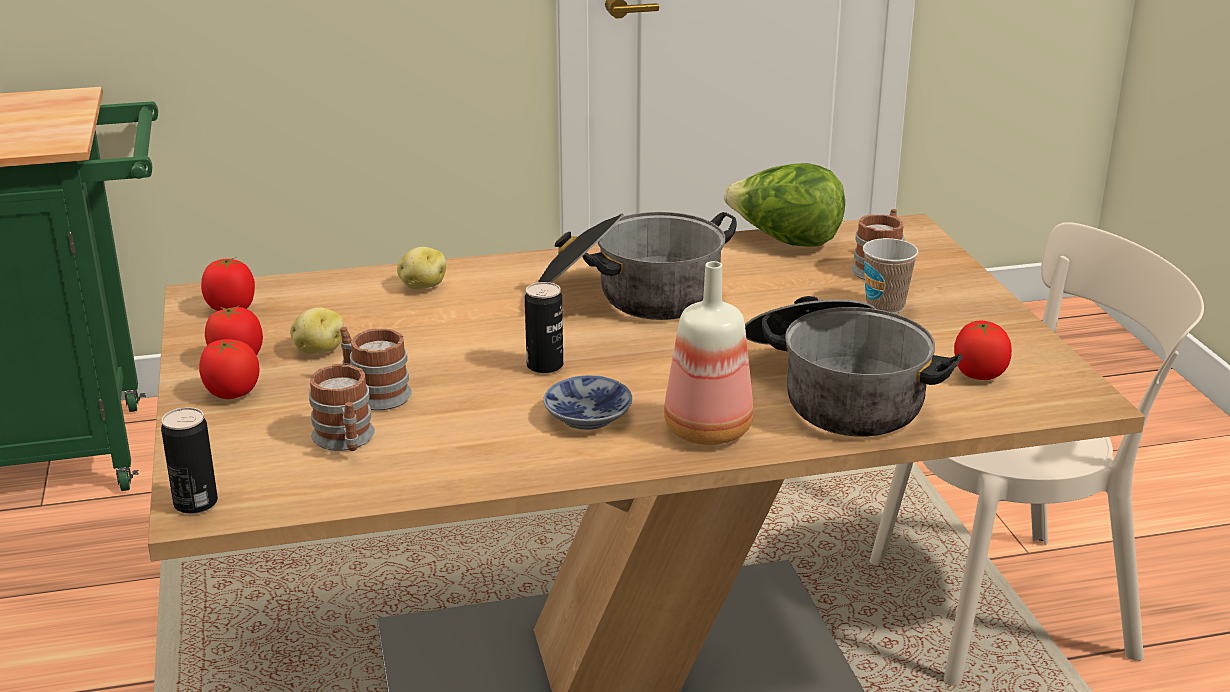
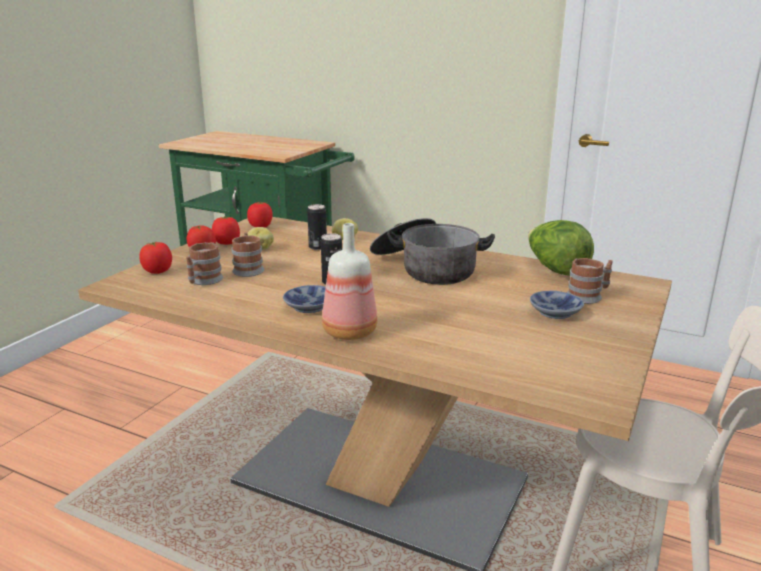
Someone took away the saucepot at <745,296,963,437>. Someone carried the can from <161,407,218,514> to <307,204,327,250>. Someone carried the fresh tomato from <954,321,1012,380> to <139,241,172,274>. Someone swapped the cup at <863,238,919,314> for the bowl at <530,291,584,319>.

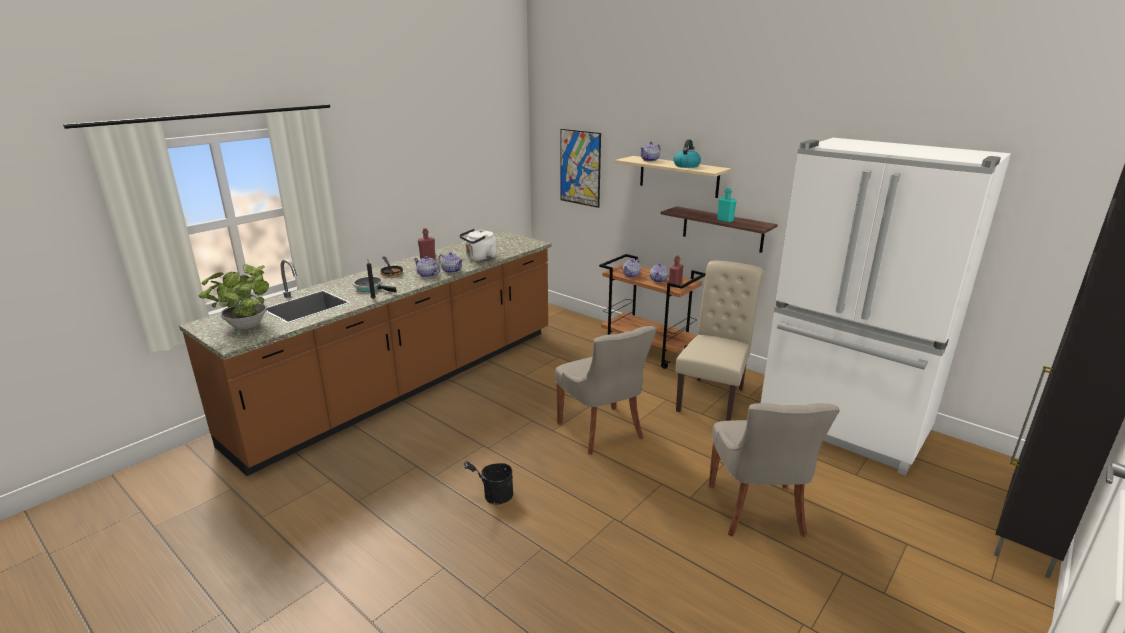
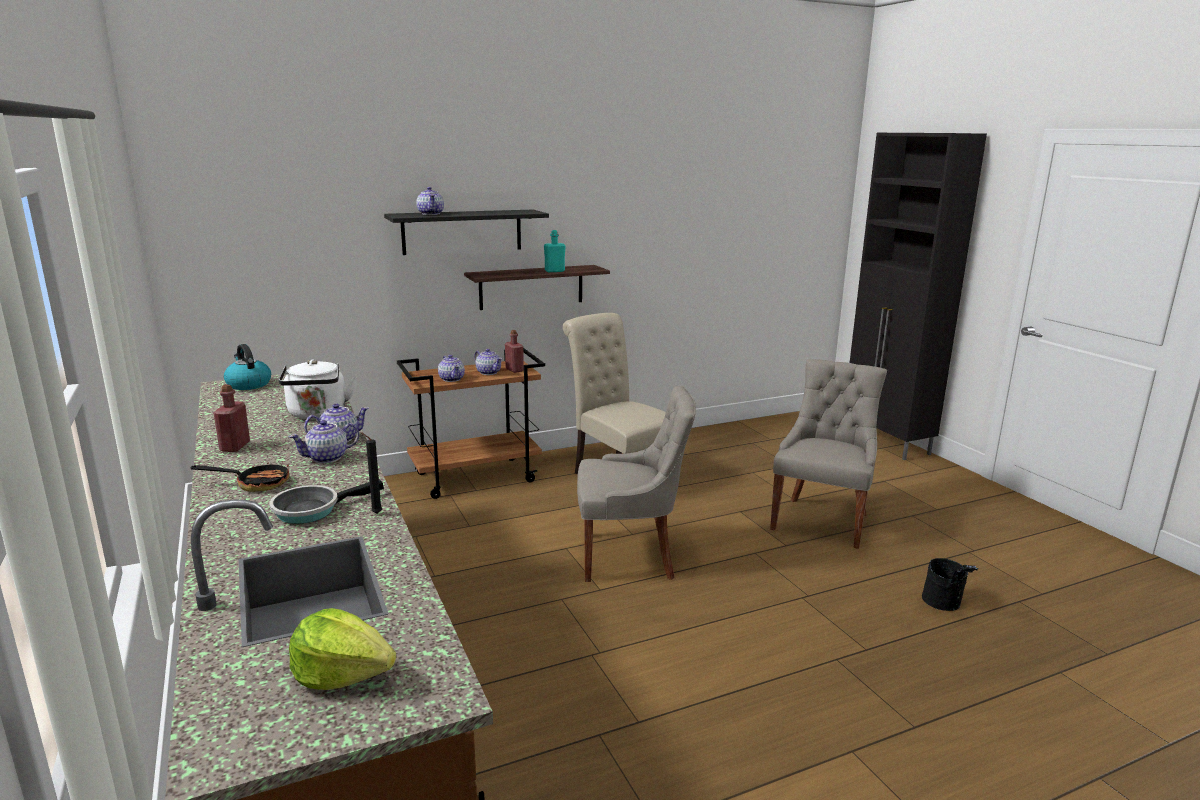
Someone took away the picture at <560,129,601,208>. Someone took away the white-coloured fridge at <761,138,1011,475>. Someone carried the black-coloured pail from <463,461,513,505> to <922,558,978,611>. Someone carried the water kettle from <673,139,701,168> to <224,344,271,390>. Someone swapped the plant in a pot at <199,265,269,329> for the head of lettuce at <289,608,396,690>. Someone repainted the beige shelf at <615,156,732,198>, which became the black-coloured shelf at <384,210,549,255>. Someone rotated the gray chair at <709,403,840,537> by 90 degrees counterclockwise.

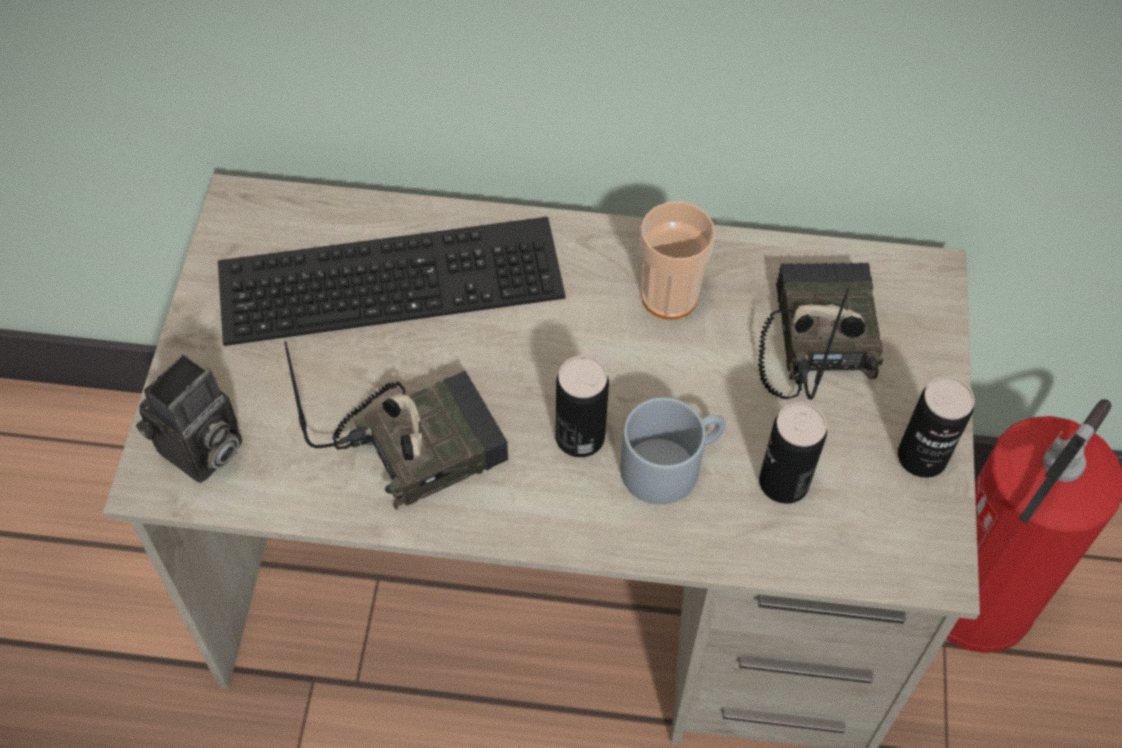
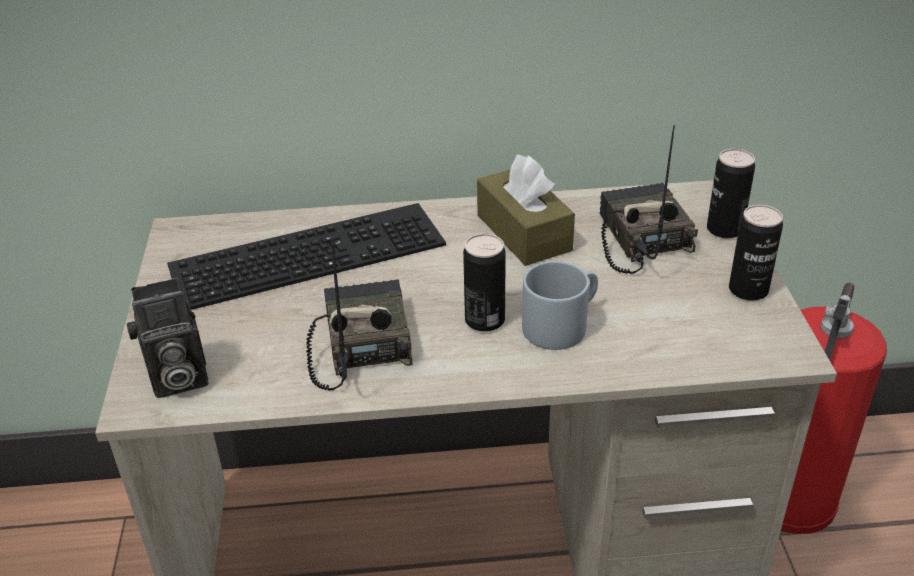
Someone carried the can from <759,402,827,504> to <707,149,755,239>. Someone swapped the cup at <640,202,716,320> for the brownish box of tissues at <477,155,575,266>. Someone rotated the still camera at <136,355,242,483> by 45 degrees clockwise. Someone rotated the radio receiver at <284,341,508,510> by 60 degrees counterclockwise.

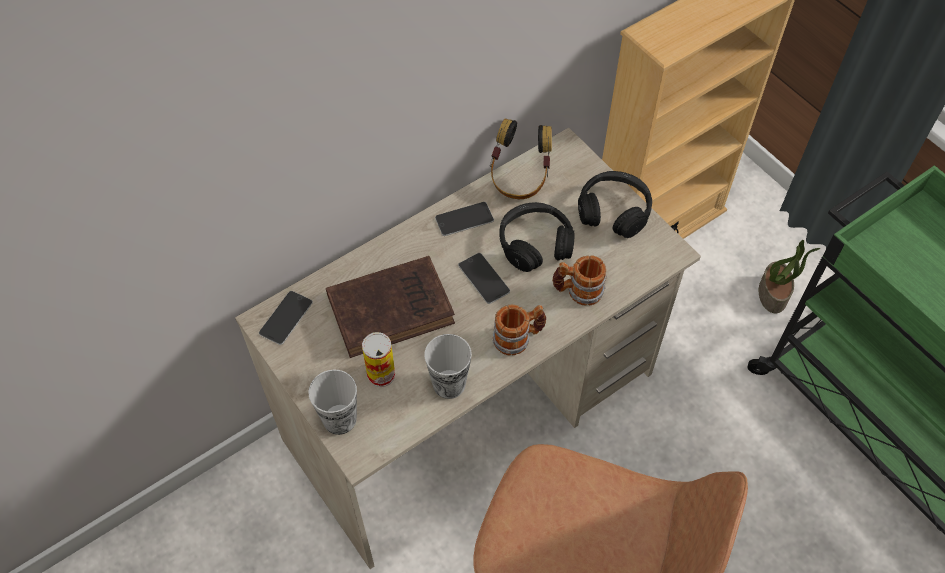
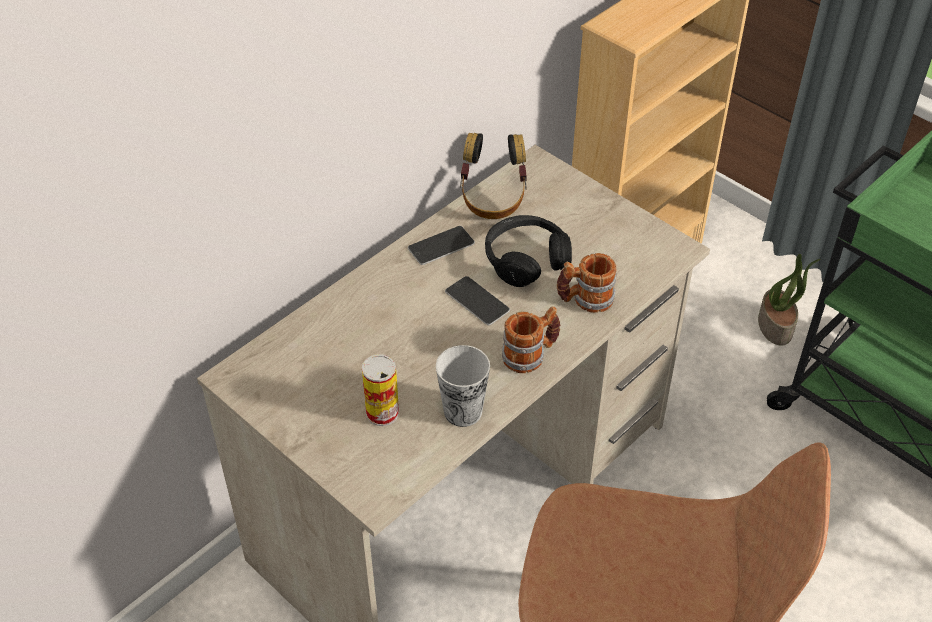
Someone took away the telephone at <259,291,313,345>. Someone took away the cup at <308,370,357,435>. Someone took away the brownish bound book at <326,256,455,358>. Someone took away the black-coloured headphones at <578,171,652,238>.

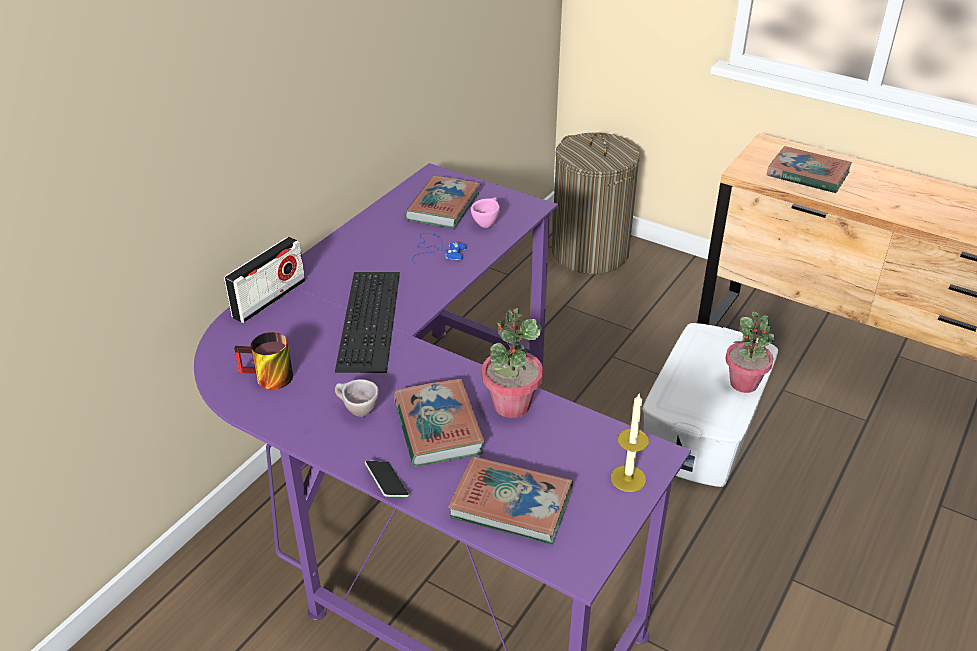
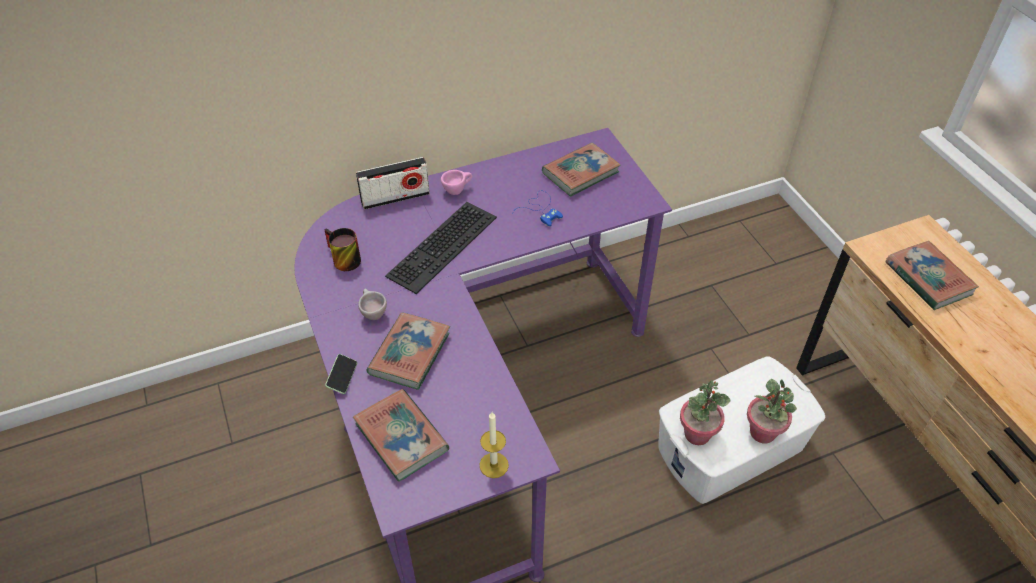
Someone took away the hamper at <552,132,640,274>. Someone carried the pink cup from <471,197,500,228> to <441,170,472,195>. Someone carried the plant in a pot from <482,308,543,418> to <680,380,731,445>.

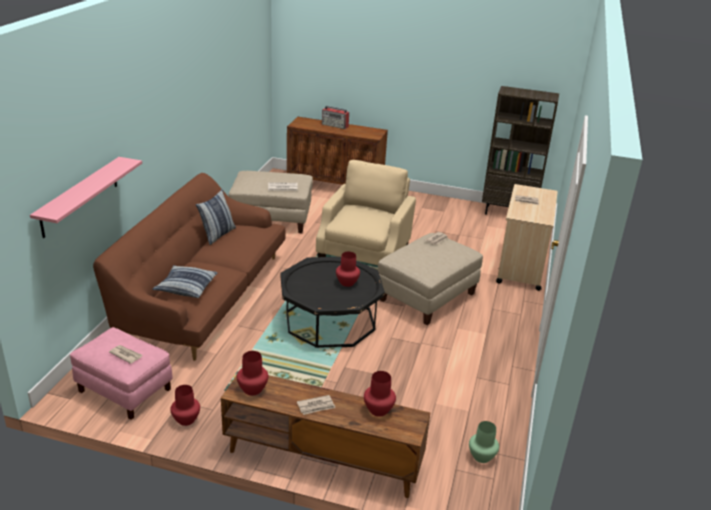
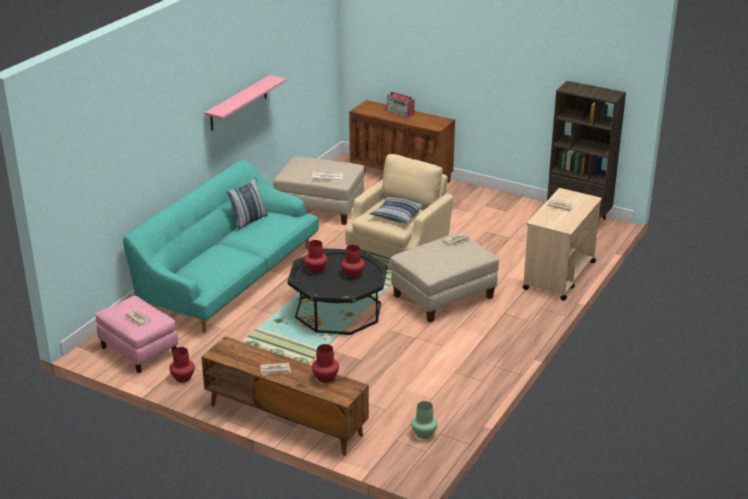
Someone carried the pink shelf from <30,157,142,238> to <205,75,286,131>. Someone carried the pillow from <152,265,217,298> to <370,197,424,223>. Someone carried the reddish decorative vase from <237,351,268,396> to <304,240,327,273>. Someone repainted the brownish couch at <93,173,285,361>, which became the turquoise couch at <123,159,319,333>.

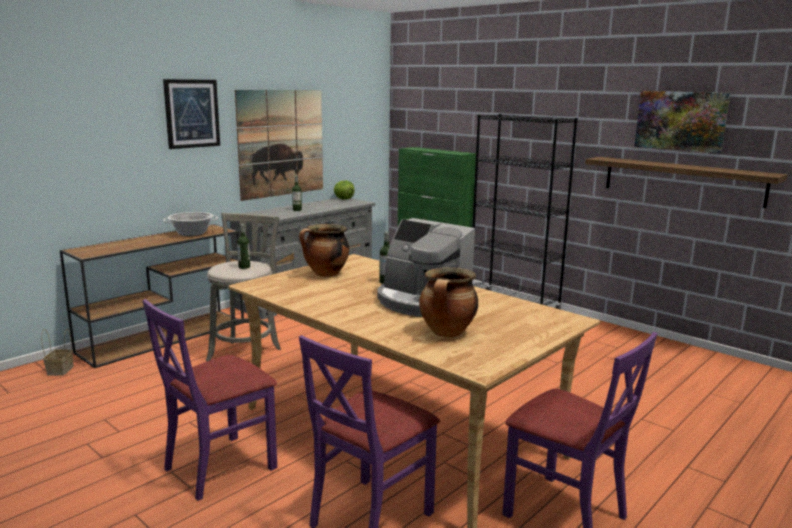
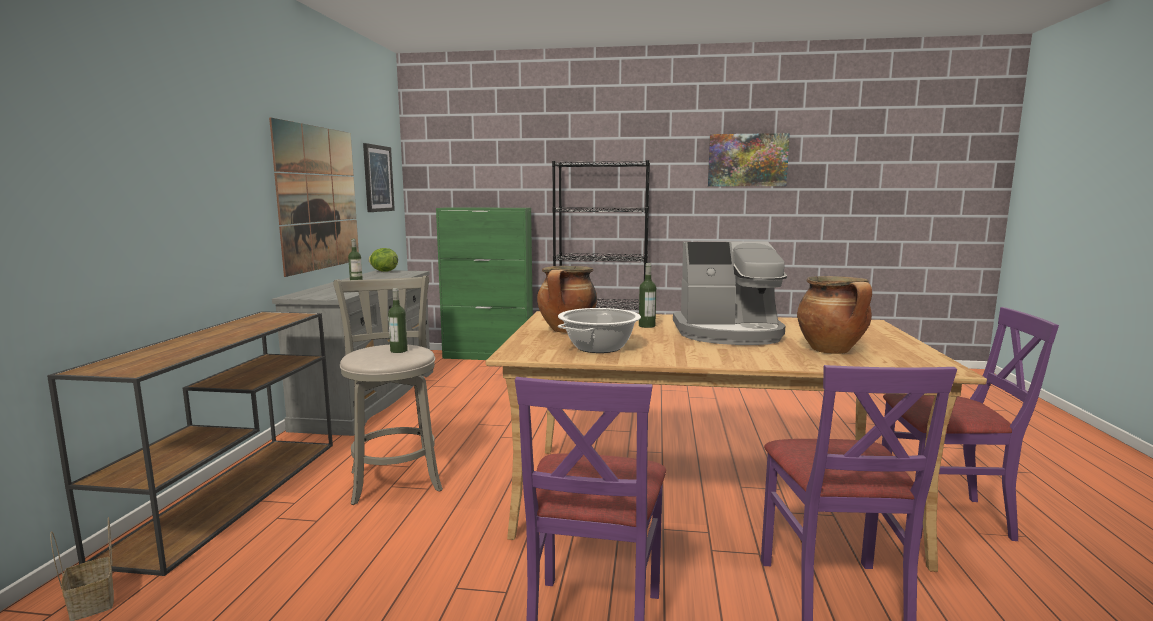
Someone took away the shelf at <585,157,787,208>. Someone carried the picture from <163,79,220,149> to <363,143,395,212>. Someone carried the saucepot from <163,212,218,236> to <558,308,641,353>.

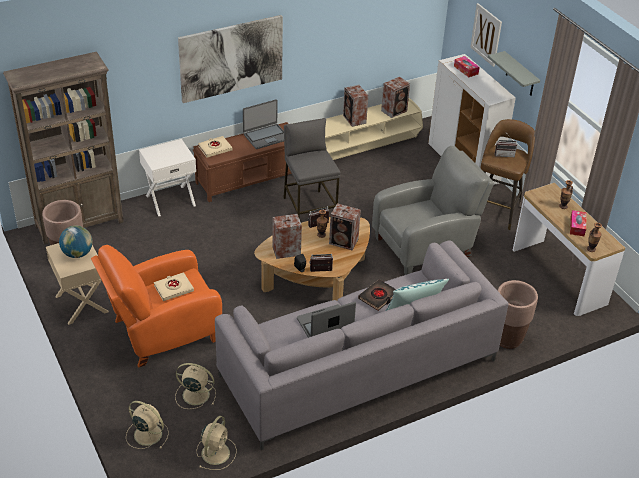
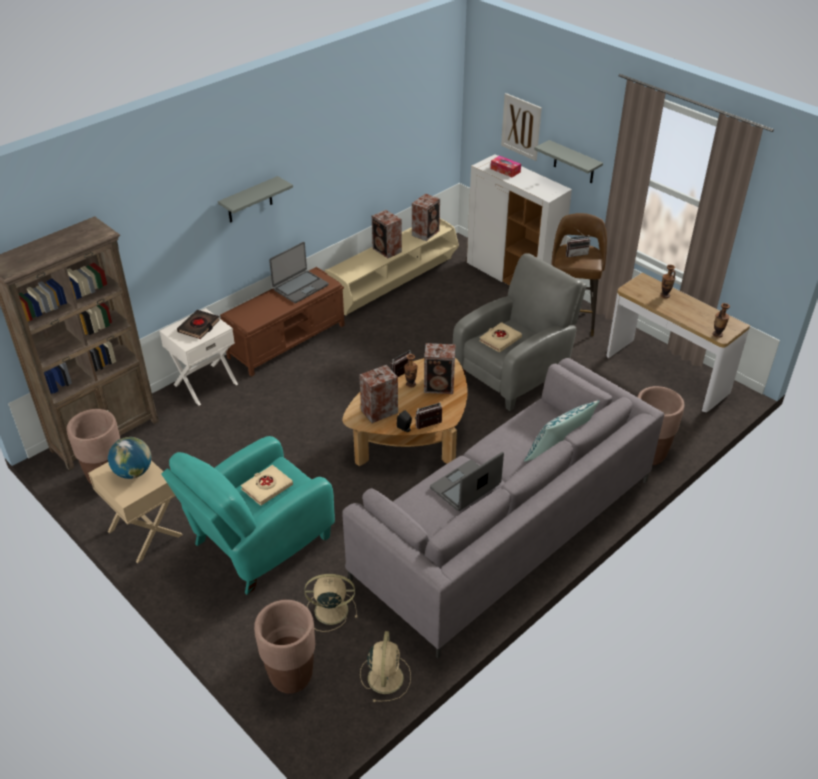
Someone took away the gray stool at <283,118,341,217>. Someone took away the box of tissues at <570,210,587,236>. Someone carried the beige bound book from <198,136,232,158> to <479,322,522,353>. Someone carried the black-coloured bound book from <358,279,396,311> to <177,310,220,339>. Someone swapped the beige fan at <126,401,169,449> for the brownish planter at <254,600,315,694>. Someone swapped the picture at <178,15,283,103> for the gray shelf at <218,176,293,223>. Someone repainted the orange lounge chair at <91,245,222,368>, which became the turquoise lounge chair at <161,436,335,595>.

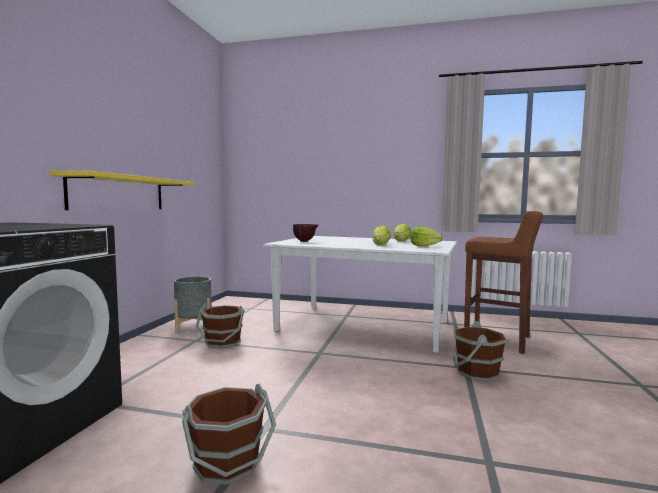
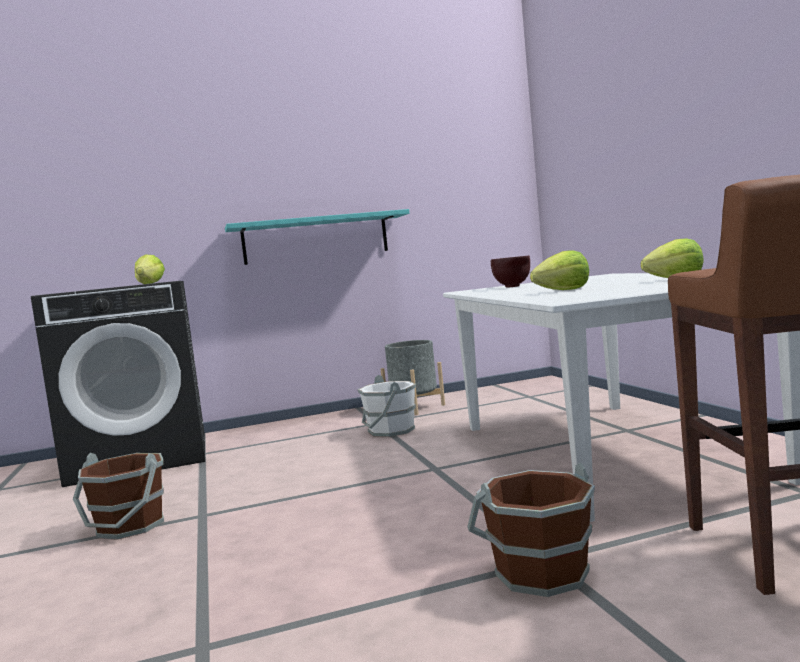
Someone carried the head of lettuce from <410,226,443,247> to <135,255,165,284>. Someone repainted the yellowish shelf at <50,170,194,210>, which became the turquoise shelf at <225,209,409,265>. Someone repainted the brownish pail at <195,303,245,348>, which became the white-coloured pail at <357,375,416,437>.

